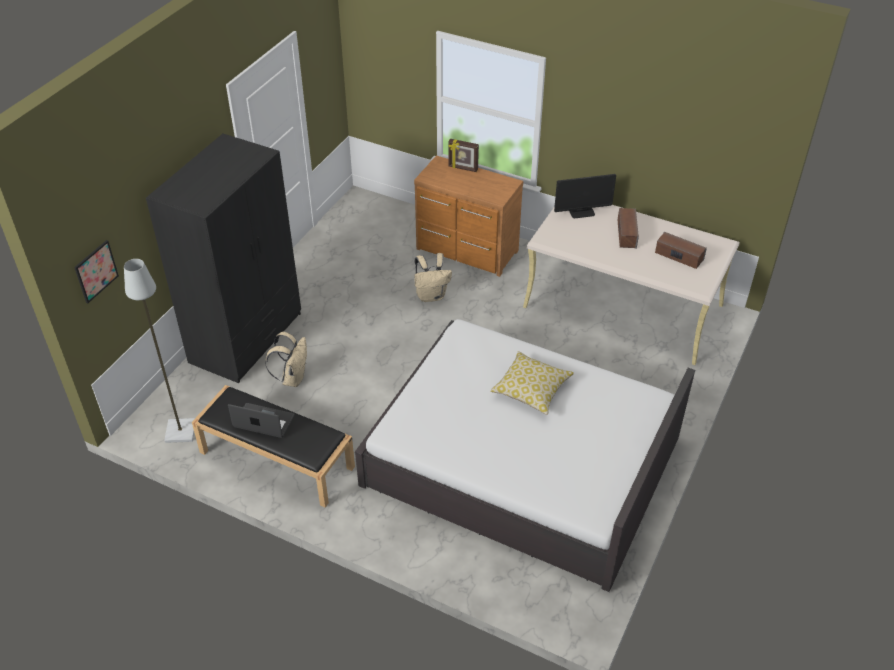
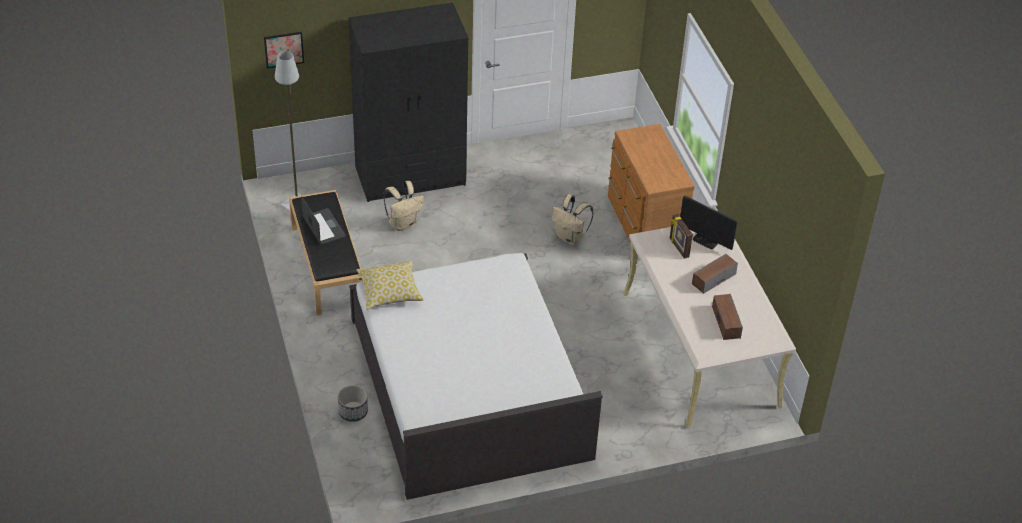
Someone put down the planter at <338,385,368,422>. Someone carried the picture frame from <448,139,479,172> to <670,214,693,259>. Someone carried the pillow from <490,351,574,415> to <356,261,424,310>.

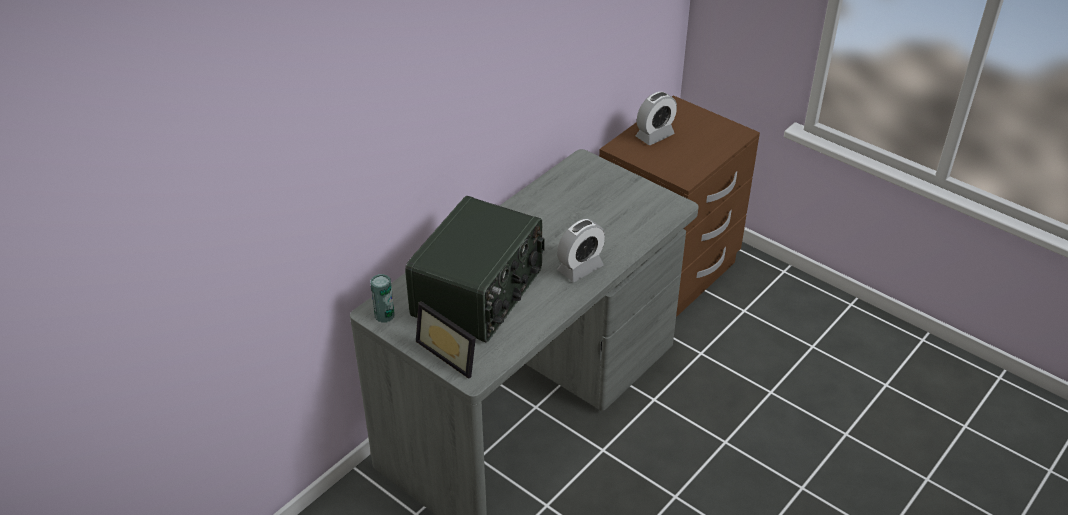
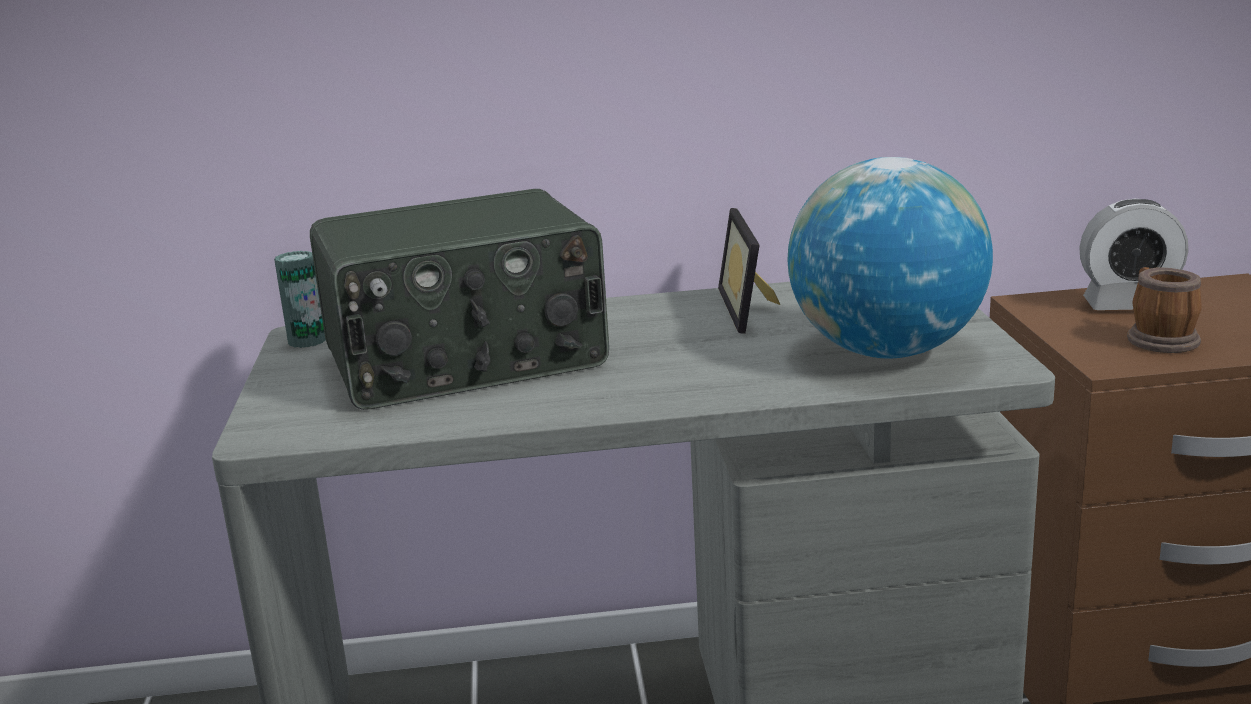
Someone took away the alarm clock at <557,219,605,282>. Someone put down the desk globe at <787,157,993,358>. Someone put down the coffee mug at <1127,267,1202,353>. Someone carried the picture frame from <416,301,476,379> to <718,208,781,334>.

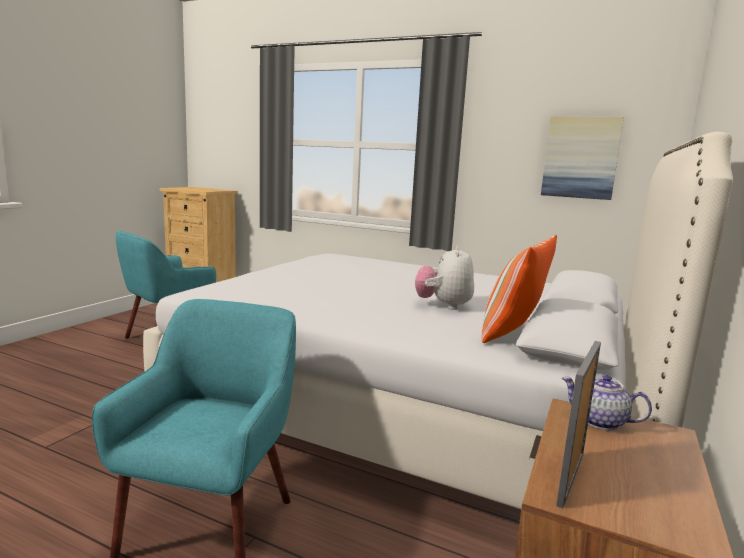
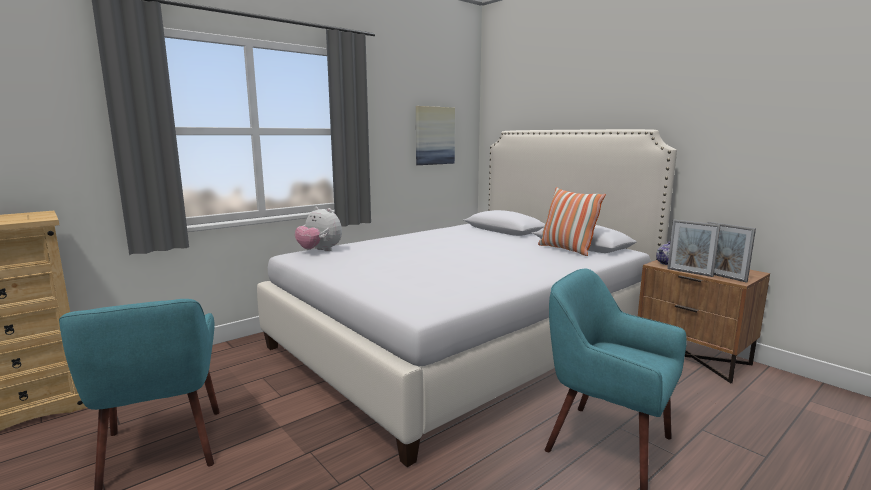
Someone put down the picture frame at <667,220,721,277>. Someone carried the cuddly toy from <415,246,474,310> to <295,207,342,251>.

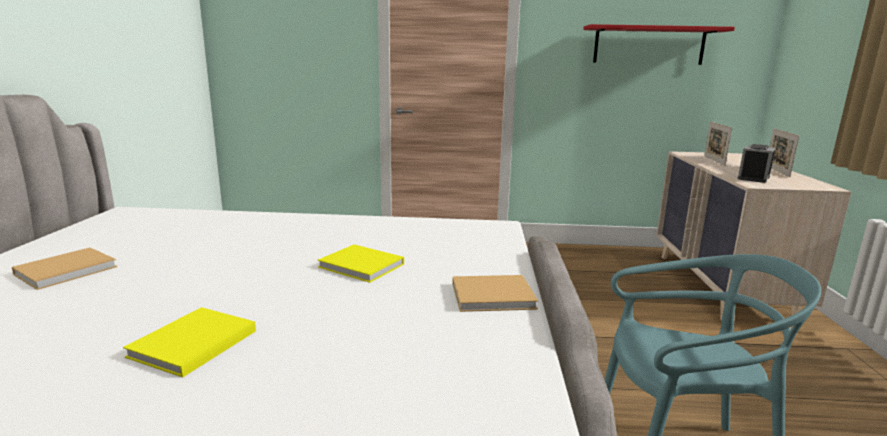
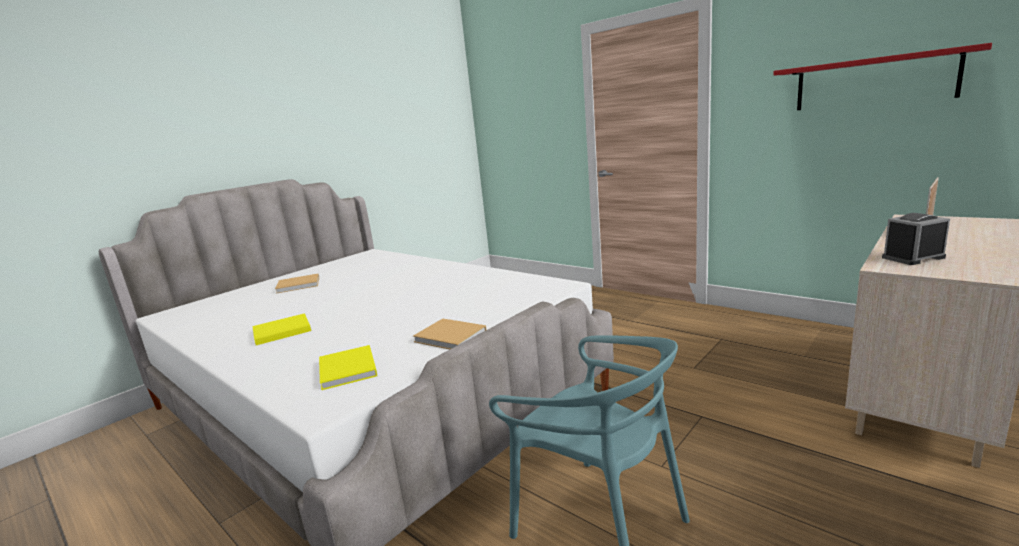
Someone took away the picture frame at <770,128,799,177>. Someone carried the yellowish bound book from <318,244,404,283> to <319,345,377,390>.

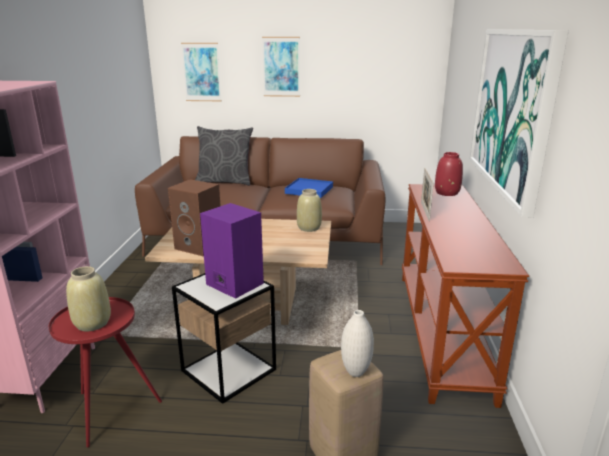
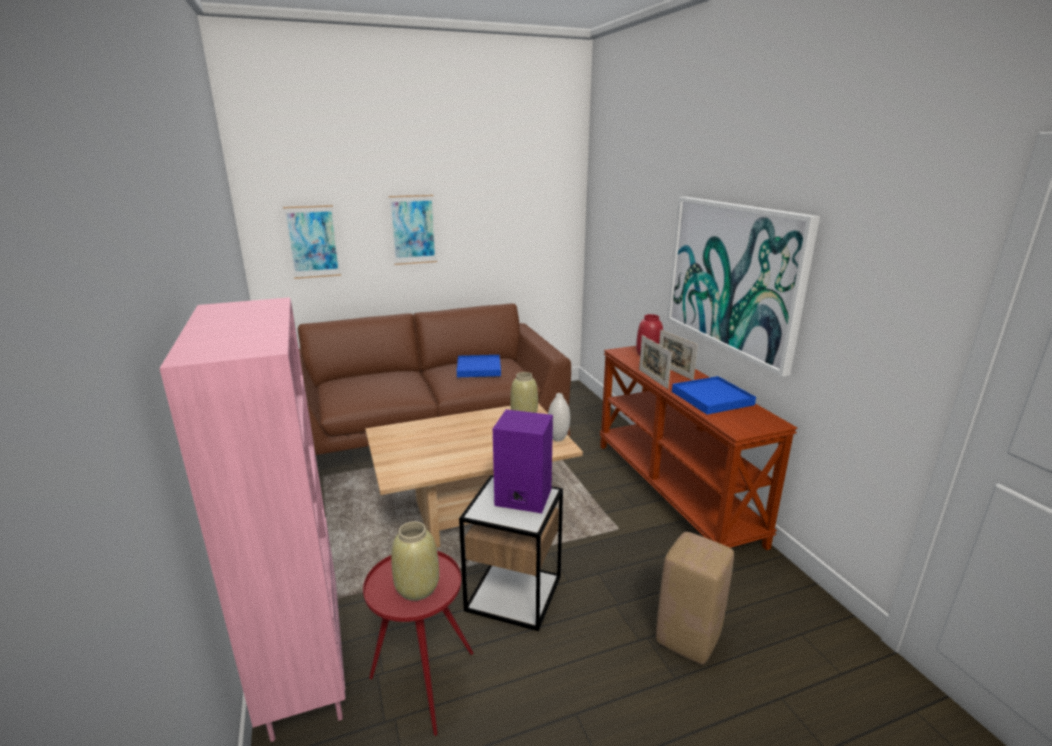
Someone took away the brownish speaker at <168,179,220,256>. Someone took away the gray pillow at <195,126,253,186>. Someone put down the picture frame at <659,330,698,380>. Someone put down the blue serving tray at <672,376,756,415>. Someone carried the white-coloured decorative vase from <341,310,374,377> to <548,393,570,441>.

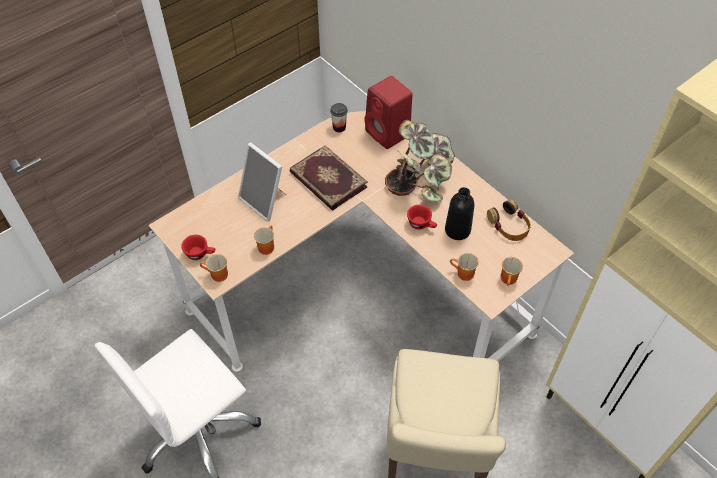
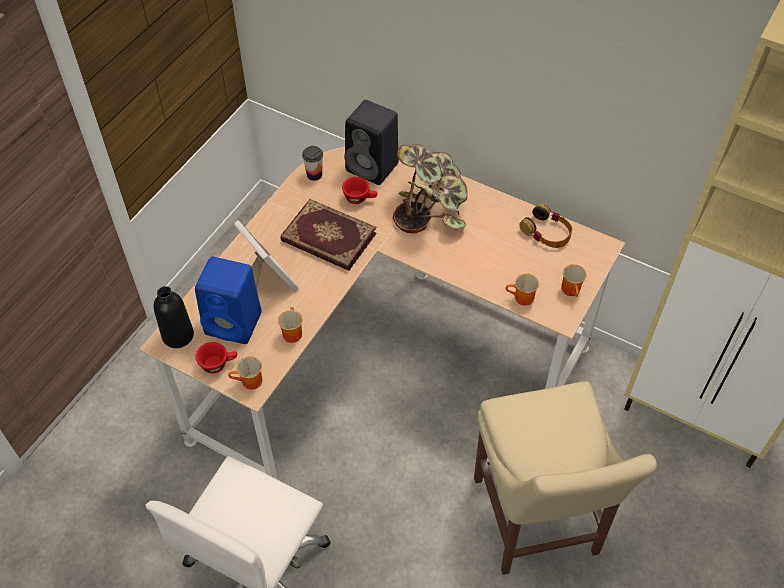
Someone put down the blue speaker at <195,257,262,344>. Someone carried the reddish cup from <407,205,437,230> to <342,177,378,204>. Someone carried the black-coloured beverage bottle from <445,187,474,240> to <154,286,194,348>. Someone repainted the reddish speaker at <364,76,413,149>, which became the black-coloured speaker at <344,100,399,185>. Someone rotated the picture frame at <238,142,286,222> by 150 degrees counterclockwise.

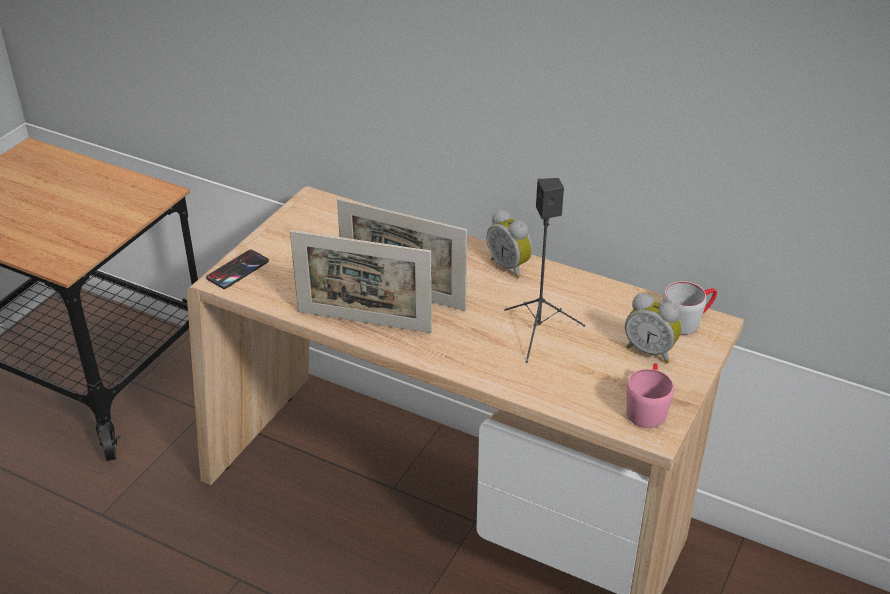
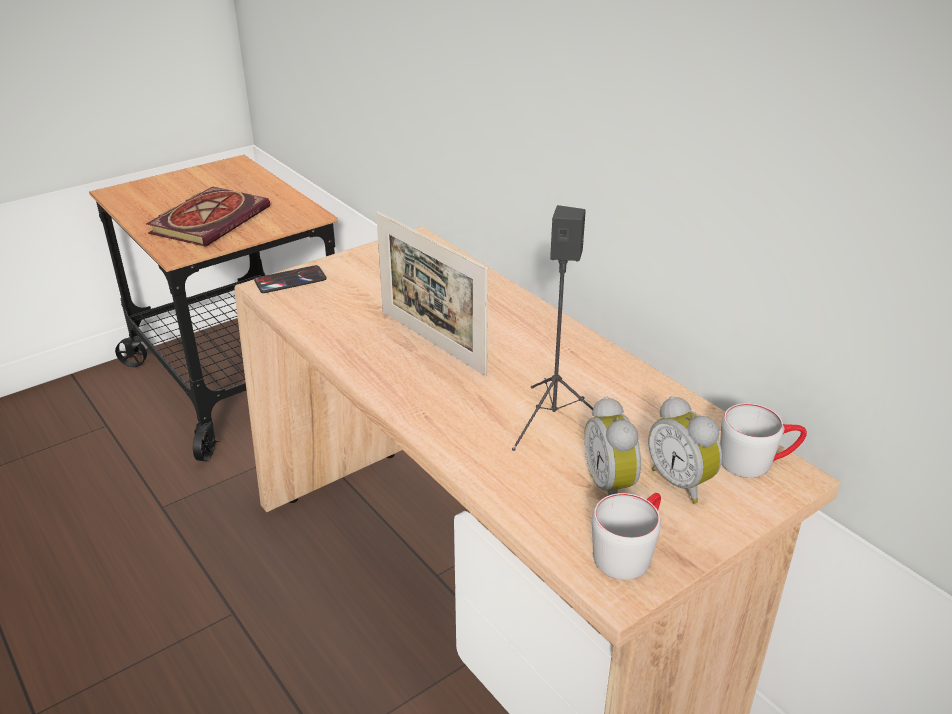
Someone took away the picture frame at <290,230,432,333>. Someone put down the bound book at <146,186,270,247>. Someone carried the alarm clock from <486,209,533,278> to <584,396,641,496>. Someone repainted the pink coffee mug at <626,363,674,428>, which became the gray coffee mug at <592,493,661,580>.

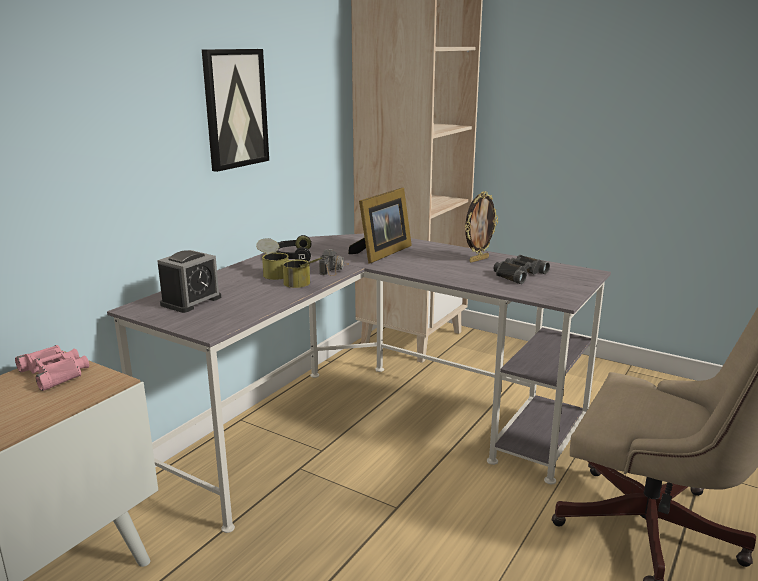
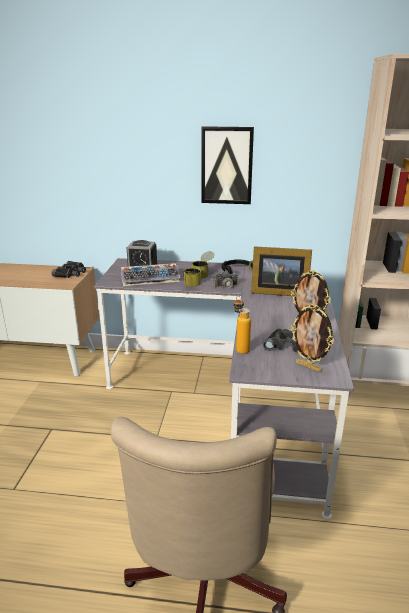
Someone put down the keyboard at <121,263,180,286>. Someone put down the beverage bottle at <234,296,251,354>. Someone put down the picture frame at <291,304,334,372>. Someone repainted the pink pair of binoculars at <15,345,89,391>, which became the black-coloured pair of binoculars at <51,261,86,278>.

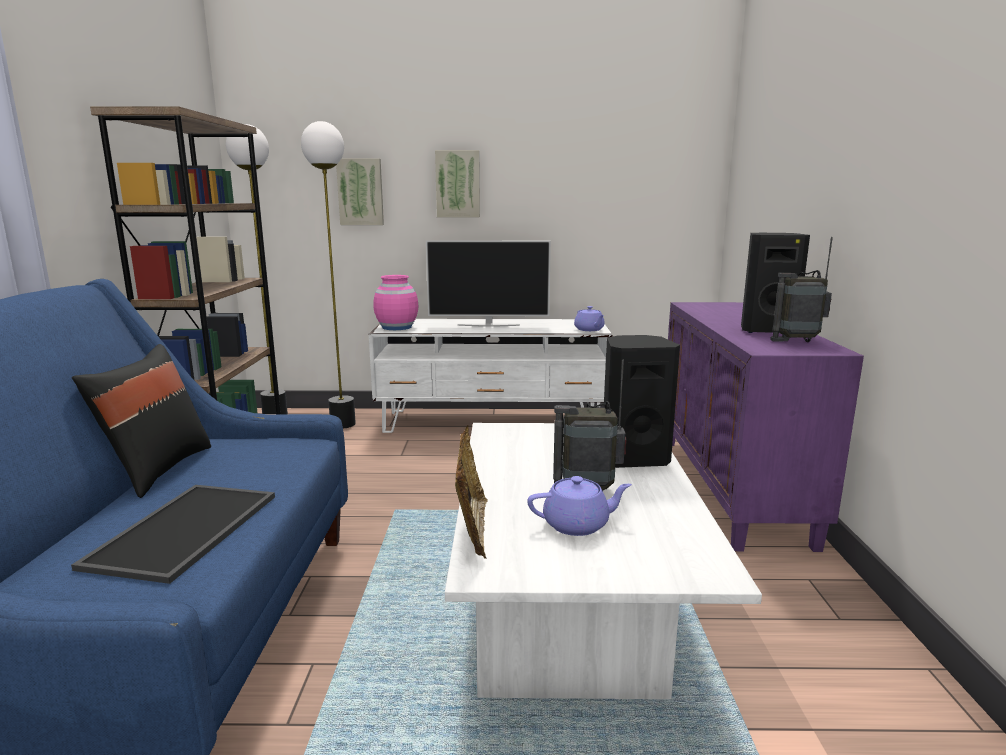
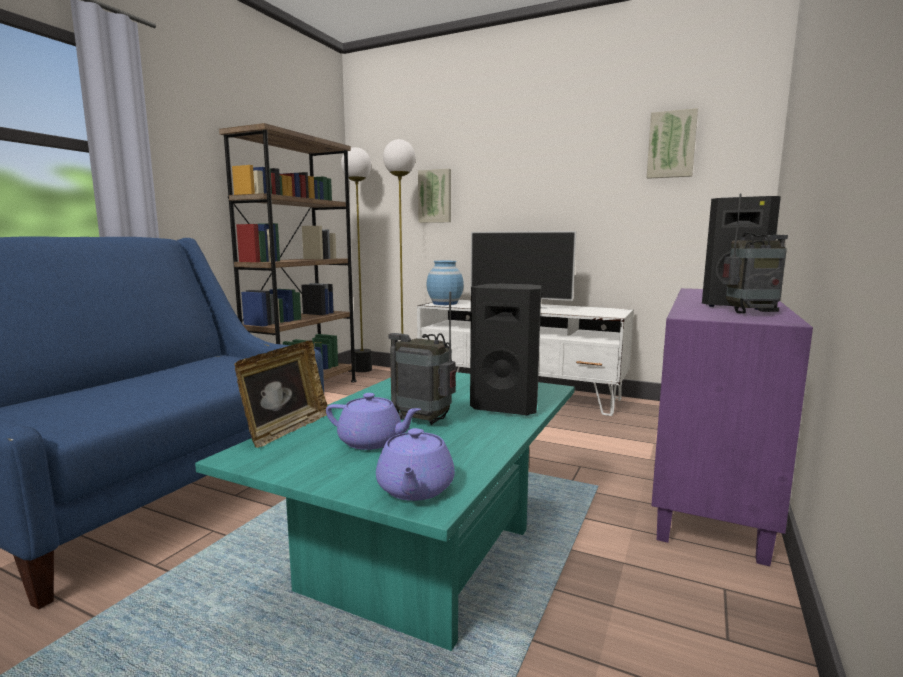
Someone took away the serving tray at <71,485,275,584>. Someone took away the black-coloured pillow at <72,344,211,498>. Someone carried the picture from <435,150,480,217> to <647,108,698,179>. Someone carried the purple-coloured teapot from <574,306,605,331> to <376,428,455,501>. Someone repainted the pink decorative vase at <373,275,418,330>, which became the blue decorative vase at <427,261,464,305>. Someone repainted the white-coloured lounge table at <445,423,762,699>, which became the turquoise lounge table at <195,372,575,651>. Someone rotated the radio receiver at <770,237,833,342> by 150 degrees clockwise.

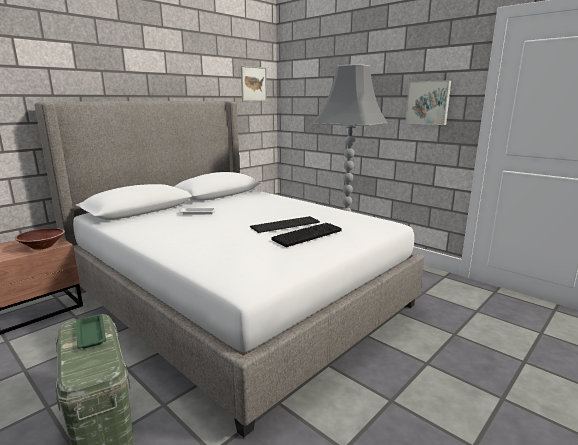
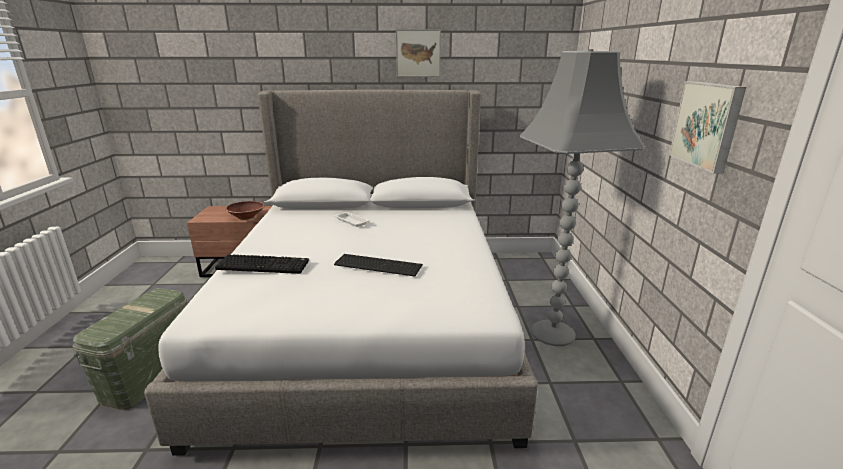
Someone took away the green serving tray at <76,314,106,349>. Someone carried the picture from <241,66,267,101> to <396,29,441,77>. Someone carried the keyboard from <272,223,342,247> to <215,254,309,274>.

